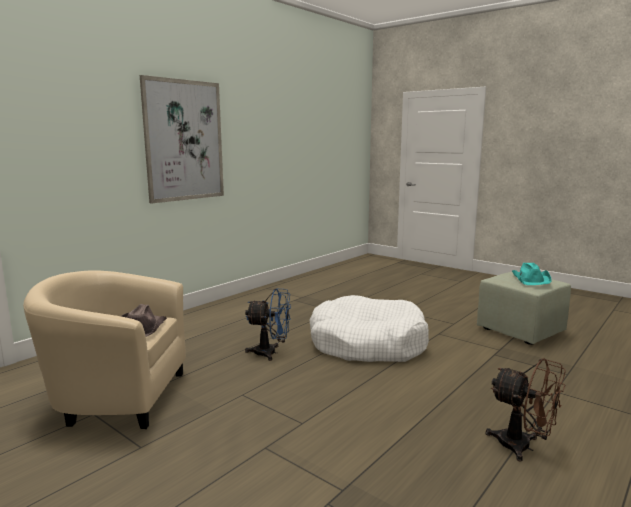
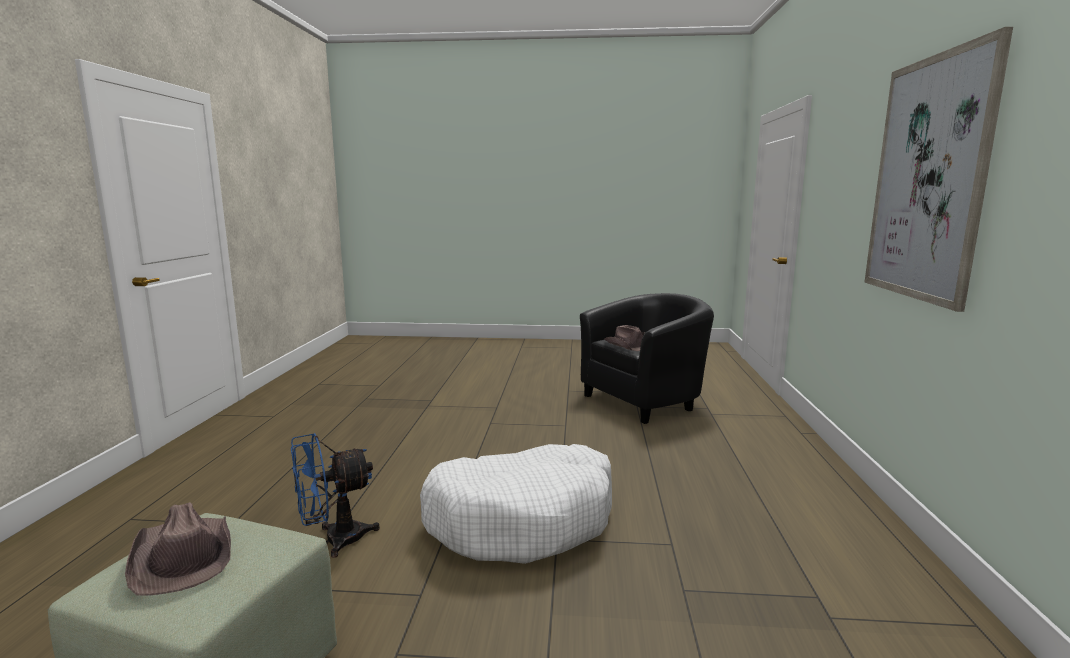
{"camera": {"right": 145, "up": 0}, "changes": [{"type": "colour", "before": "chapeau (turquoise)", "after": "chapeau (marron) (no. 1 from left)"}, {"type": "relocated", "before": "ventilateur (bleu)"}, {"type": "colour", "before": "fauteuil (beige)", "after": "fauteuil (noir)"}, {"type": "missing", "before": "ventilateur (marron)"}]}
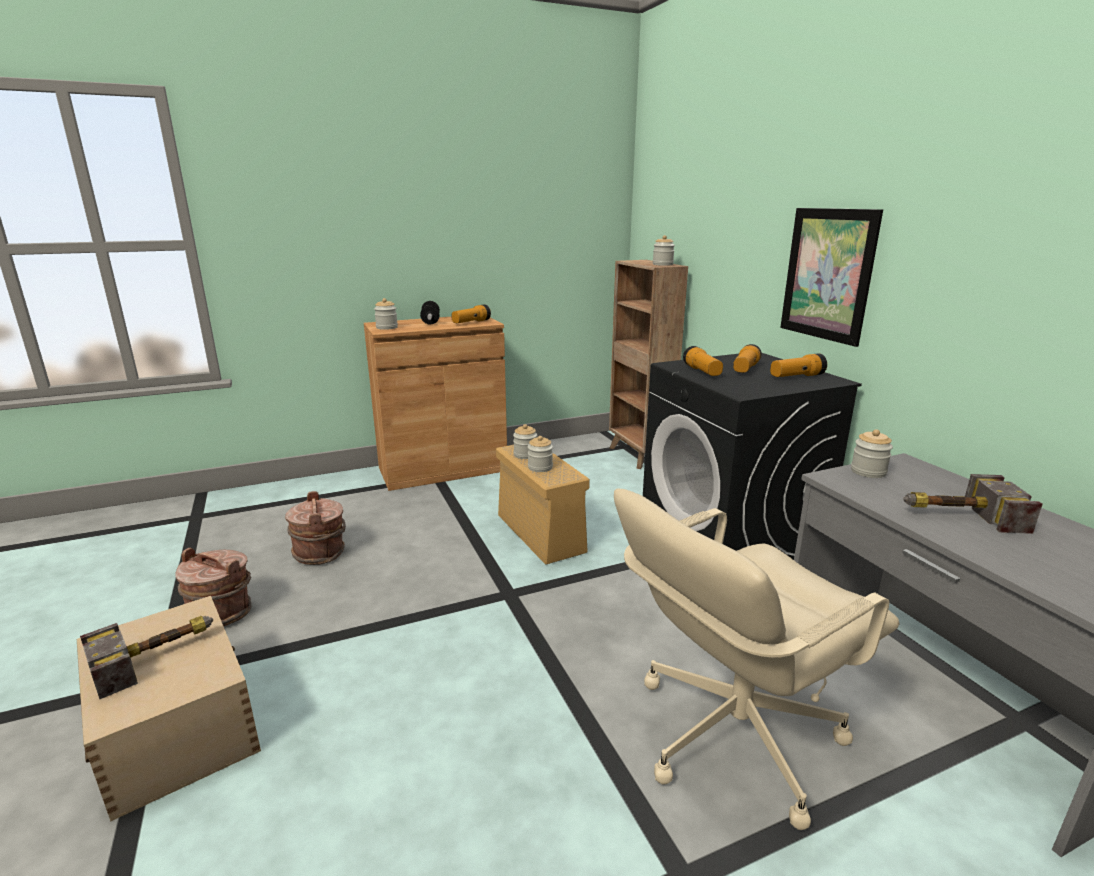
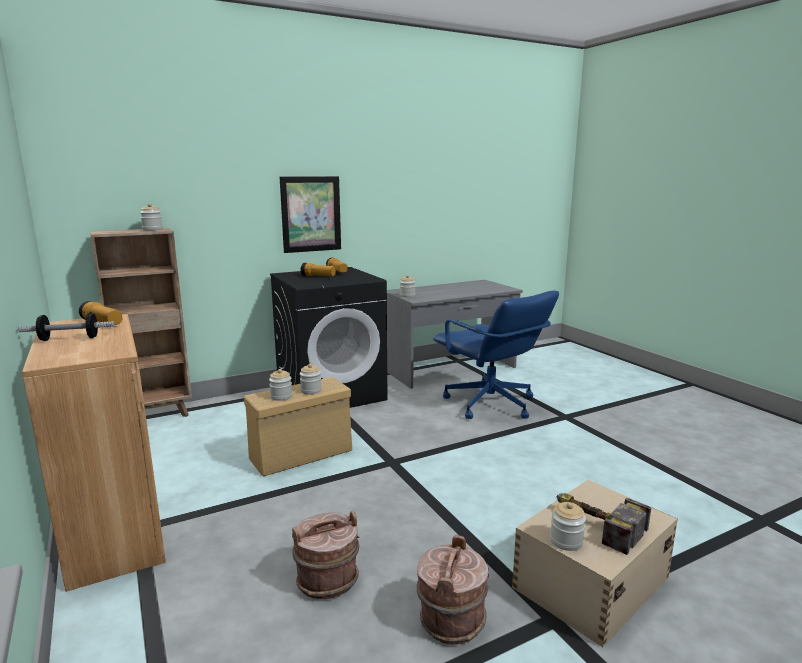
{"camera": {"right": -95, "up": -5}, "changes": [{"type": "colour", "before": "chaise de bureau (beige)", "after": "chaise de bureau (bleu)"}, {"type": "relocated", "before": "bocal (no. 1 from left in the first image)", "after": "bocal (no. 5 from left)"}, {"type": "missing", "before": "lampe de poche (no. 2 from left)"}, {"type": "missing", "before": "marteau (no. 2 from left)"}]}
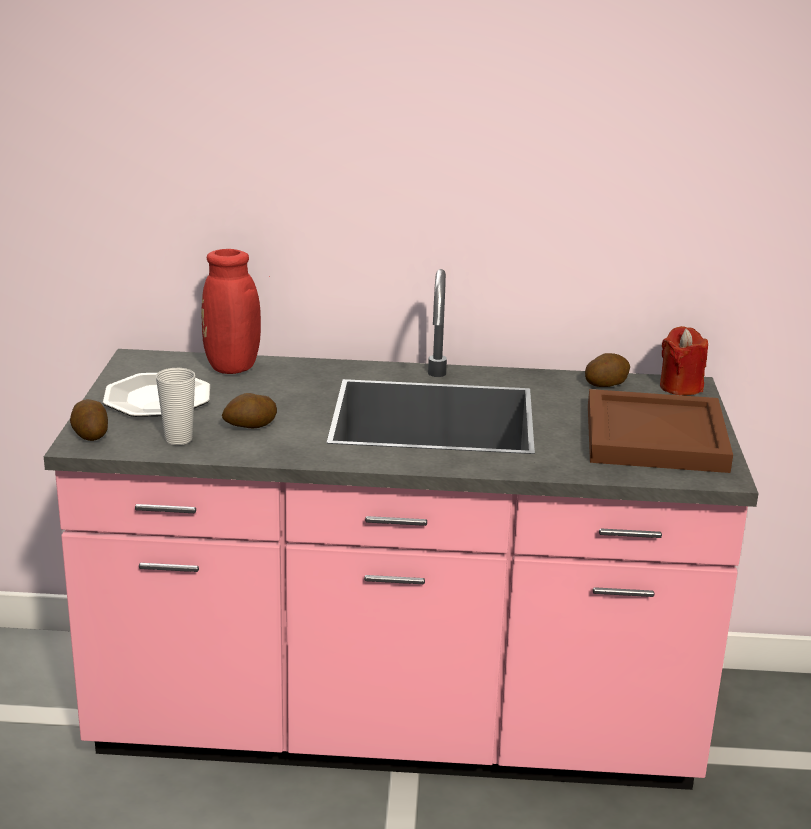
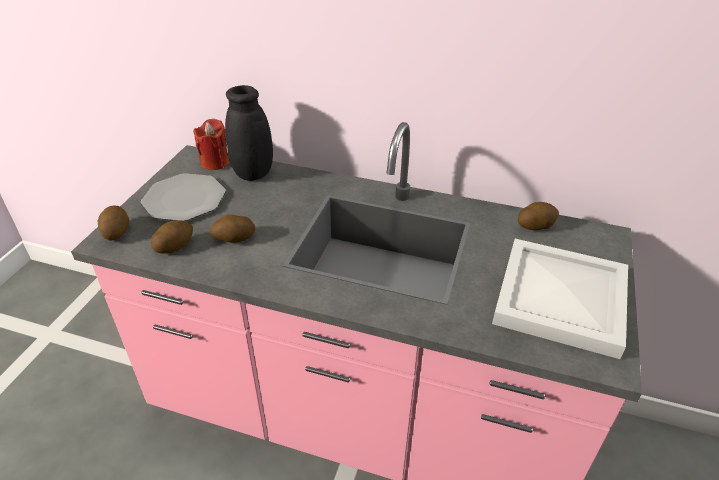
{"camera": {"right": 15, "up": 15}, "changes": [{"type": "exchanged", "before": "tasse", "after": "pomme de terre (no. 2 from left)"}, {"type": "relocated", "before": "bougie (rouge)"}, {"type": "colour", "before": "vase (rouge)", "after": "vase (noir)"}, {"type": "colour", "before": "plateau (marron)", "after": "plateau (blanc)"}]}
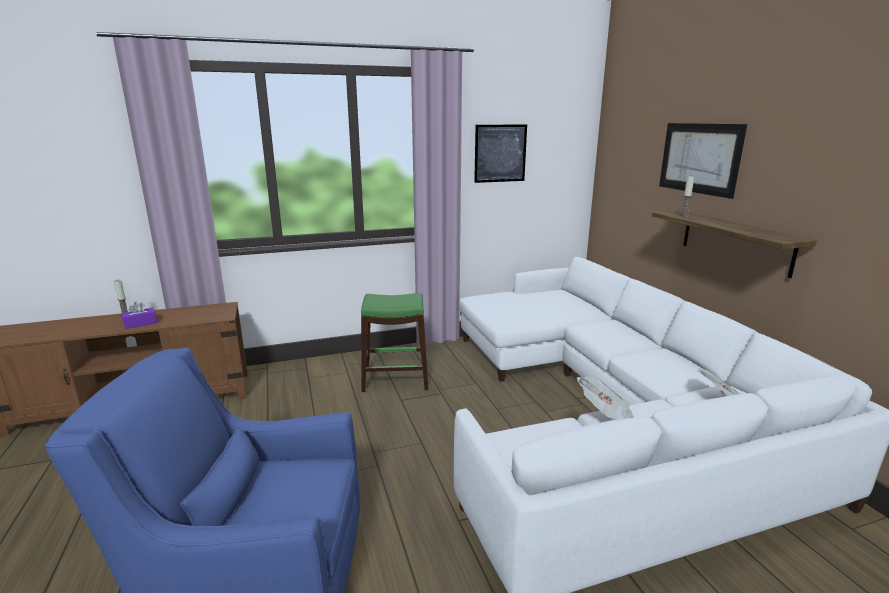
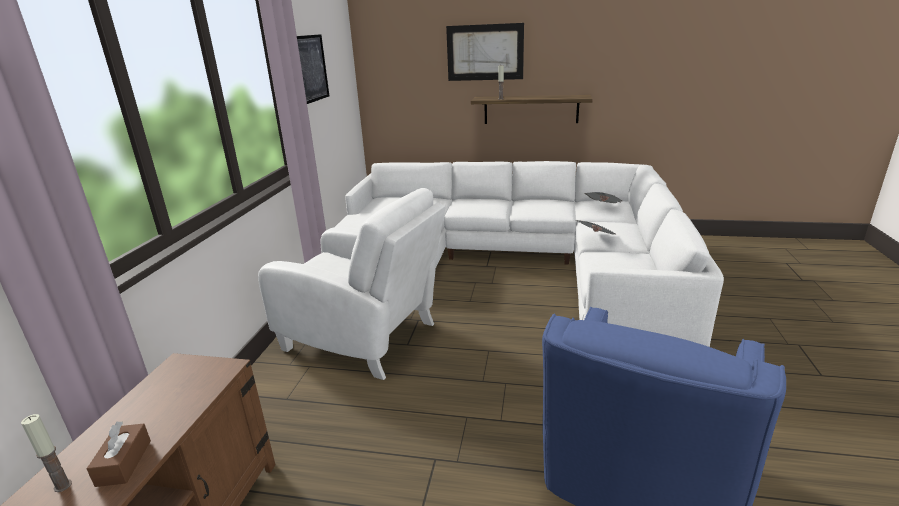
{"camera": {"right": -60, "up": 5}, "changes": [{"type": "colour", "before": "boîte à mouchoirs (violet)", "after": "boîte à mouchoirs (marron)"}, {"type": "exchanged", "before": "tabouret (vert)", "after": "fauteuil (blanc)"}]}
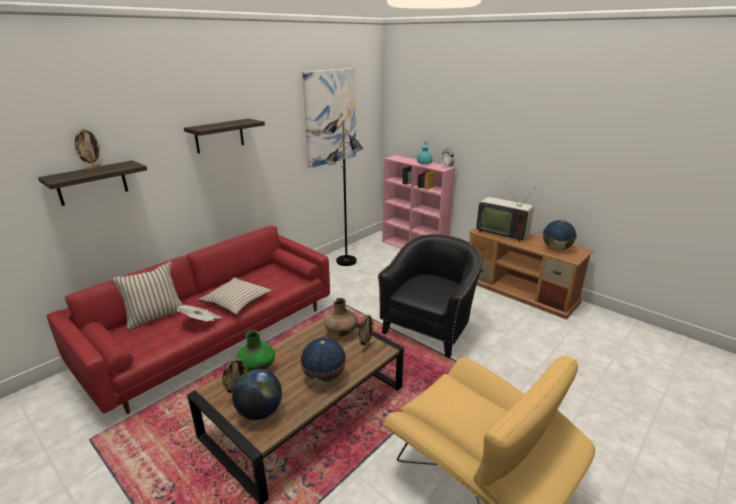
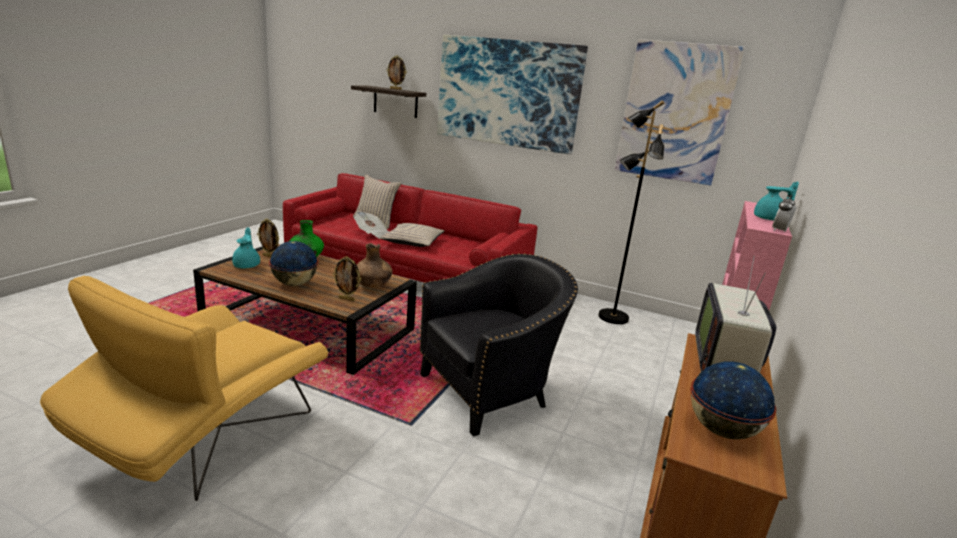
{"camera": {"right": 70, "up": -5}, "changes": [{"type": "exchanged", "before": "globe (no. 1 from left)", "after": "théière (turquoise) (no. 1 from left)"}, {"type": "spun", "before": "fauteuil (noir)", "turn": -45}, {"type": "exchanged", "before": "étagère (no. 2 from left)", "after": "tableau (no. 1 from left)"}]}
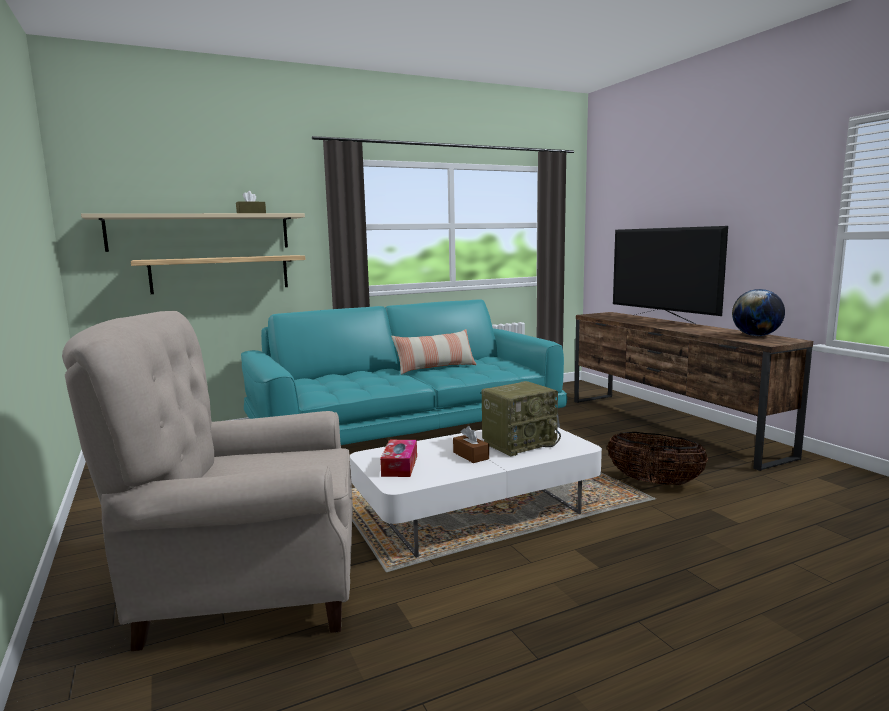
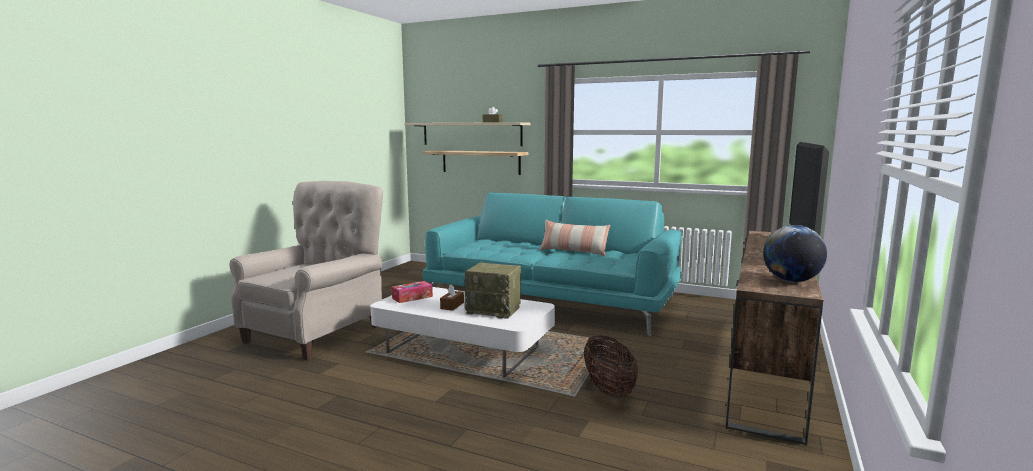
{"camera": {"right": 50, "up": 0}, "changes": [{"type": "spun", "before": "fauteuil (beige)", "turn": 75}]}
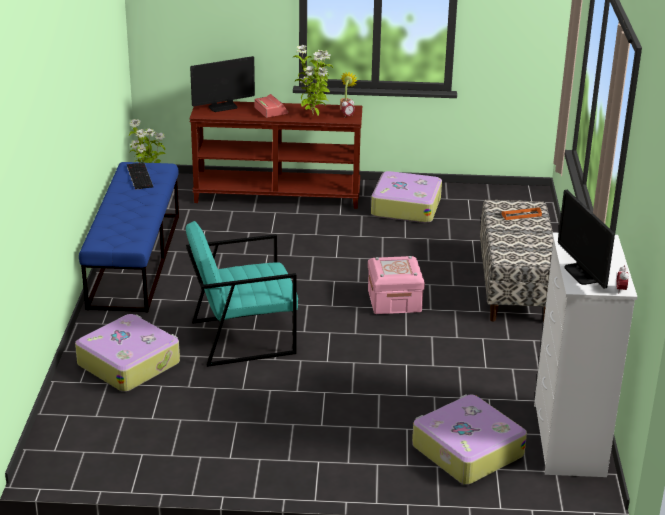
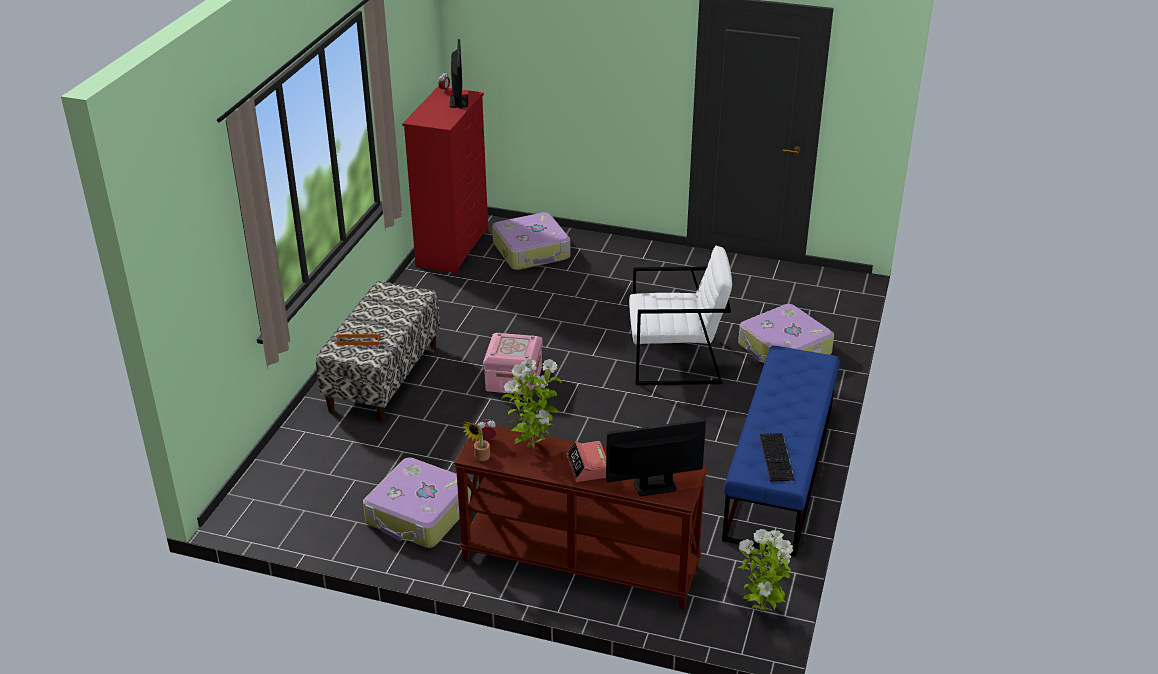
{"camera": {"right": -165, "up": 5}, "changes": [{"type": "colour", "before": "commode (blanc)", "after": "commode (rouge)"}, {"type": "colour", "before": "fauteuil (turquoise)", "after": "fauteuil (blanc)"}]}
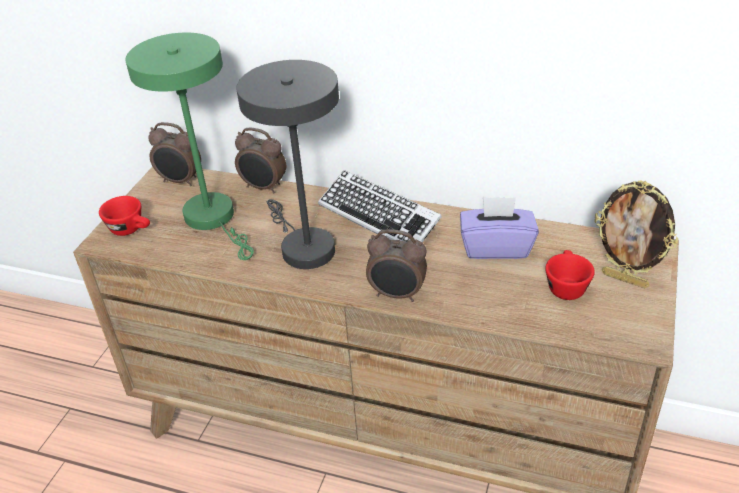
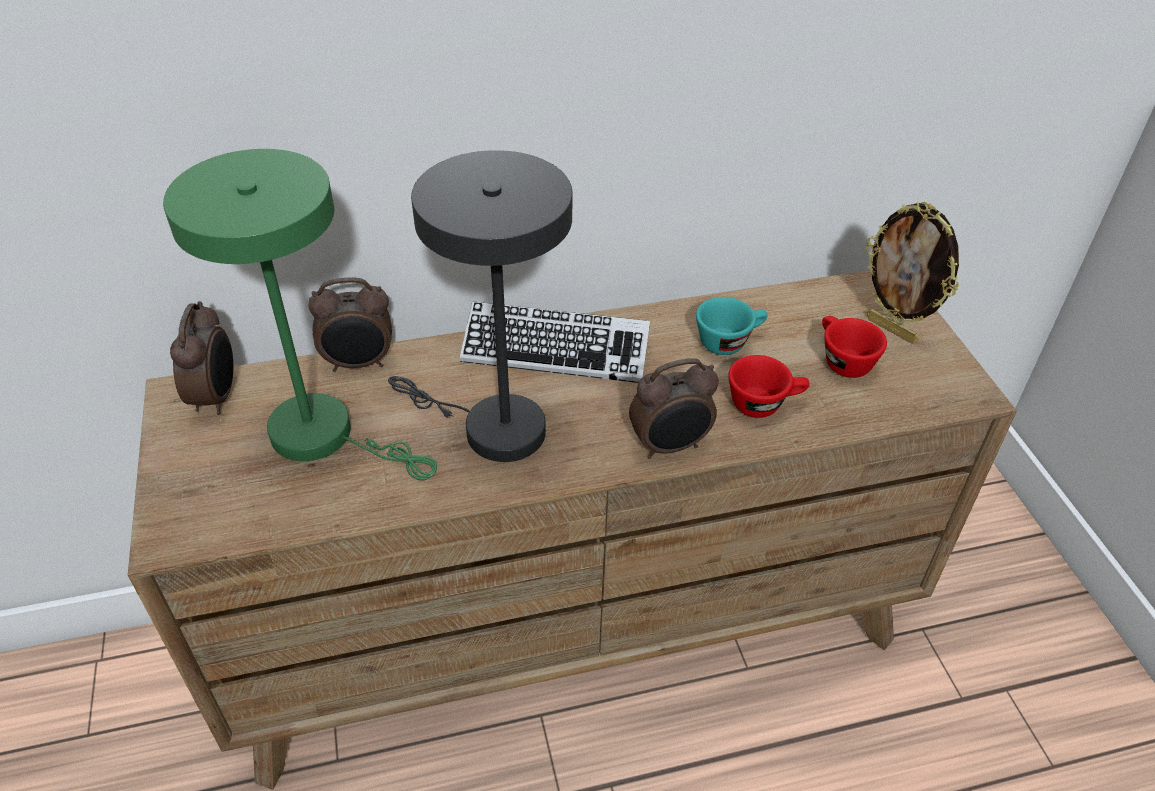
{"camera": {"right": -35, "up": 5}, "changes": [{"type": "spun", "before": "réveil (no. 1 from left)", "turn": -75}, {"type": "exchanged", "before": "boîte à mouchoirs (violet)", "after": "tasse (turquoise)"}, {"type": "relocated", "before": "tasse (rouge) (no. 1 from left)"}, {"type": "spun", "before": "cadre photo", "turn": 45}]}
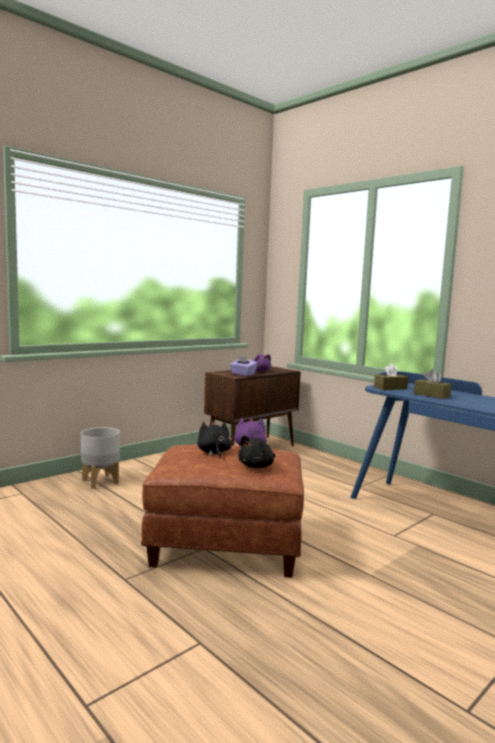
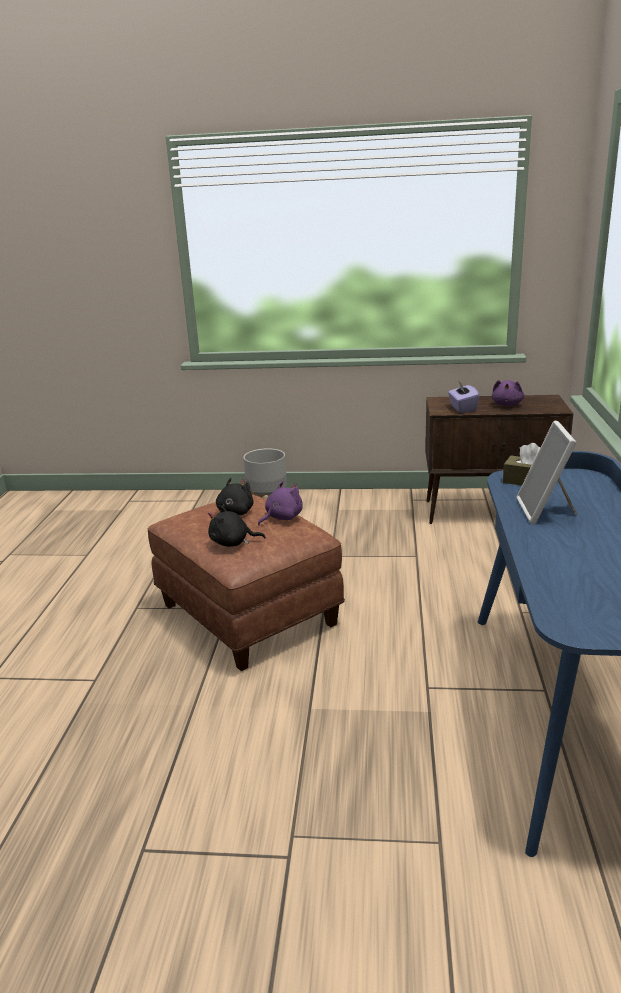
{"camera": {"right": 50, "up": 15}, "changes": [{"type": "exchanged", "before": "boîte à mouchoirs (marron) (no. 2 from left)", "after": "cadre photo"}]}
